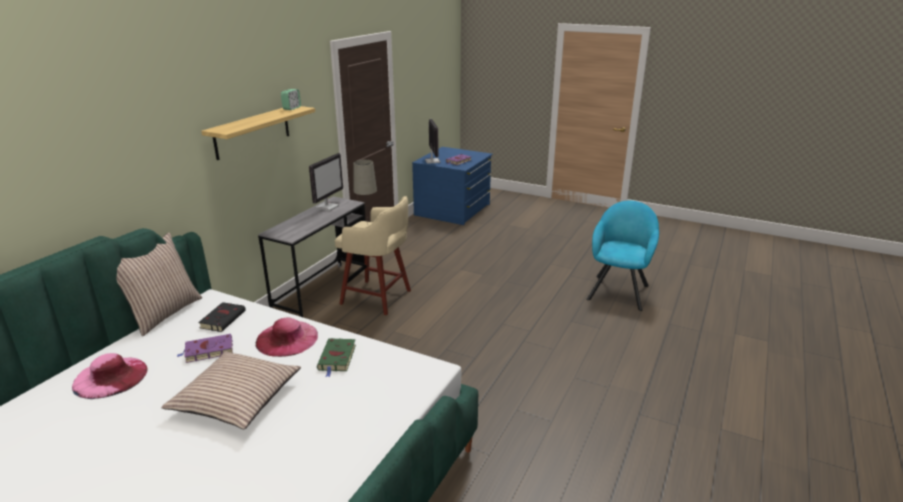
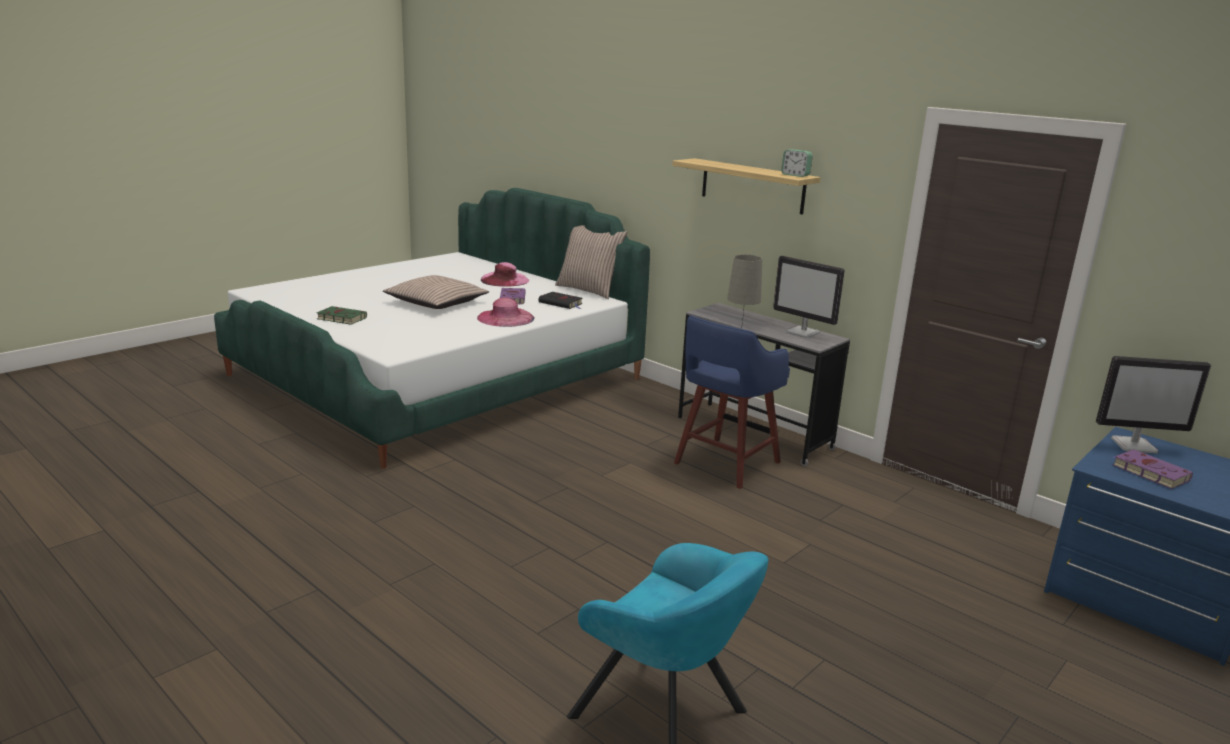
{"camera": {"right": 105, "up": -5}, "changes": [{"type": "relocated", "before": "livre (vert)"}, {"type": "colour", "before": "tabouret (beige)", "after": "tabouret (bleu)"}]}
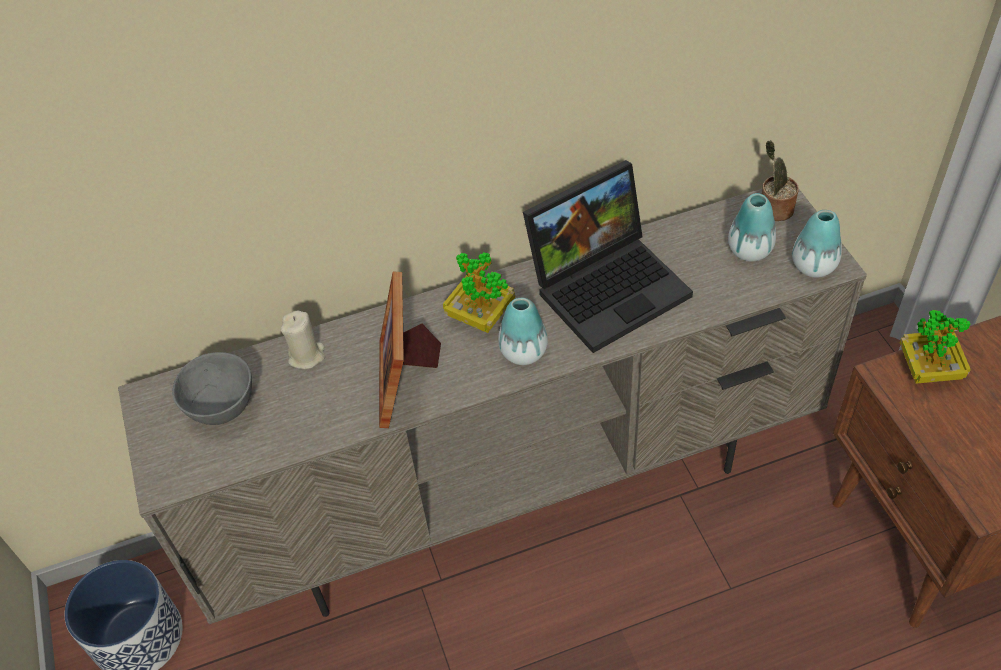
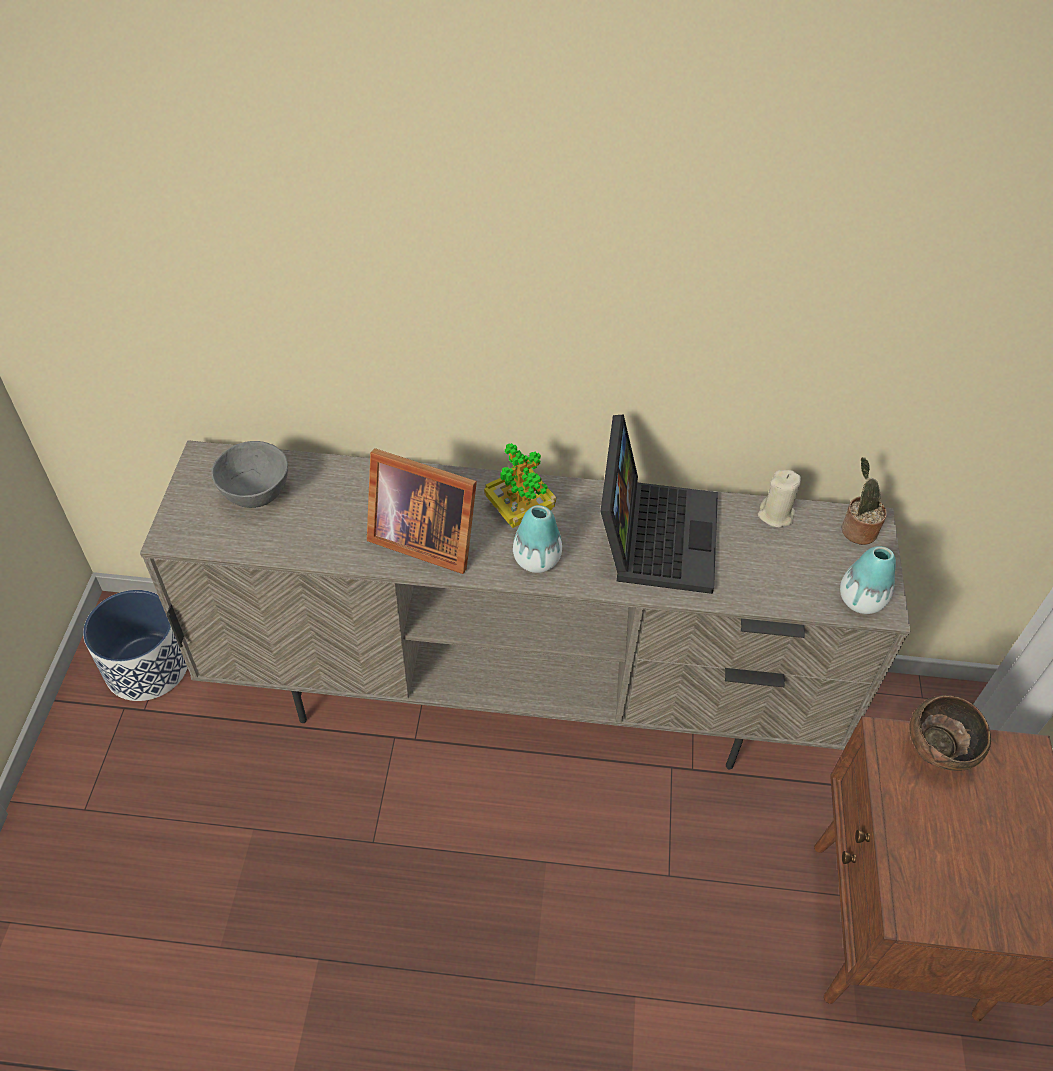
{"camera": {"right": 20, "up": 0}, "changes": [{"type": "spun", "before": "cadre photo", "turn": -90}, {"type": "spun", "before": "ordinateur portable", "turn": -75}, {"type": "relocated", "before": "bougie (beige)"}, {"type": "exchanged", "before": "plante en pot (no. 3 from left)", "after": "bol (marron)"}, {"type": "missing", "before": "vase (no. 2 from left)"}]}
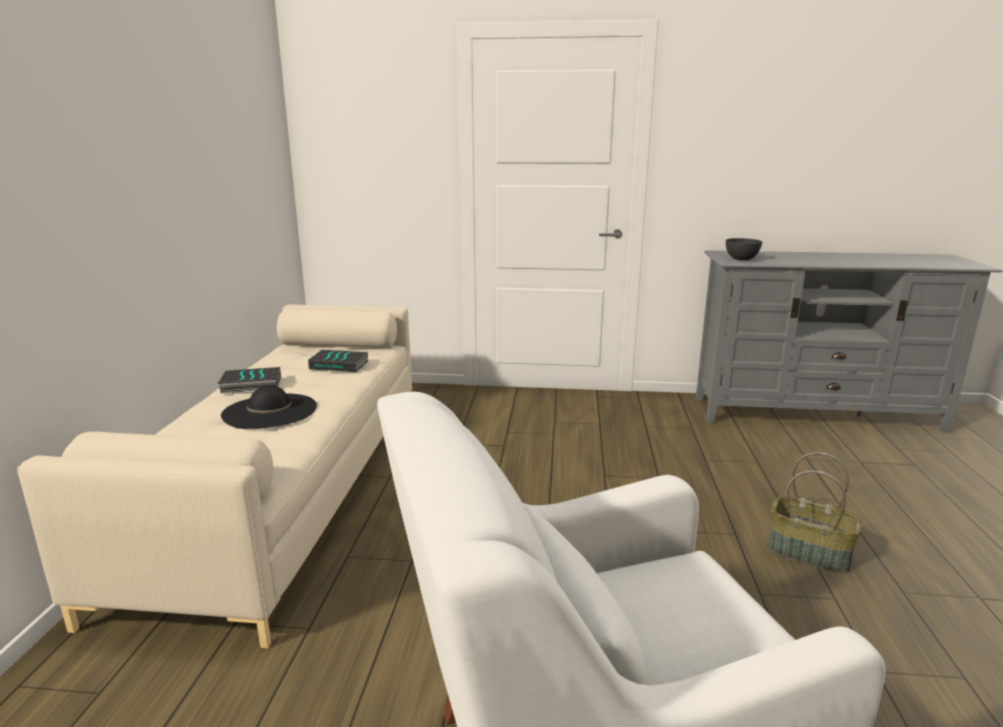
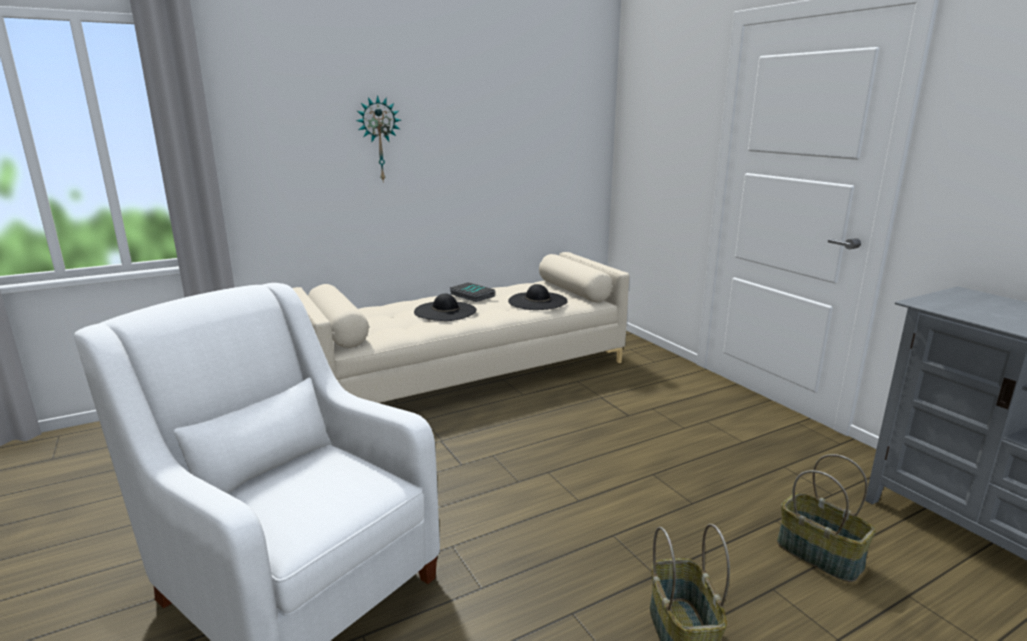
{"camera": {"right": 55, "up": 0}, "changes": [{"type": "appeared", "after": "horloge murale"}, {"type": "exchanged", "before": "livre (no. 2 from left)", "after": "chapeau (noir) (no. 2 from left)"}, {"type": "appeared", "after": "panier (no. 2 from left)"}, {"type": "missing", "before": "bol (gris)"}]}
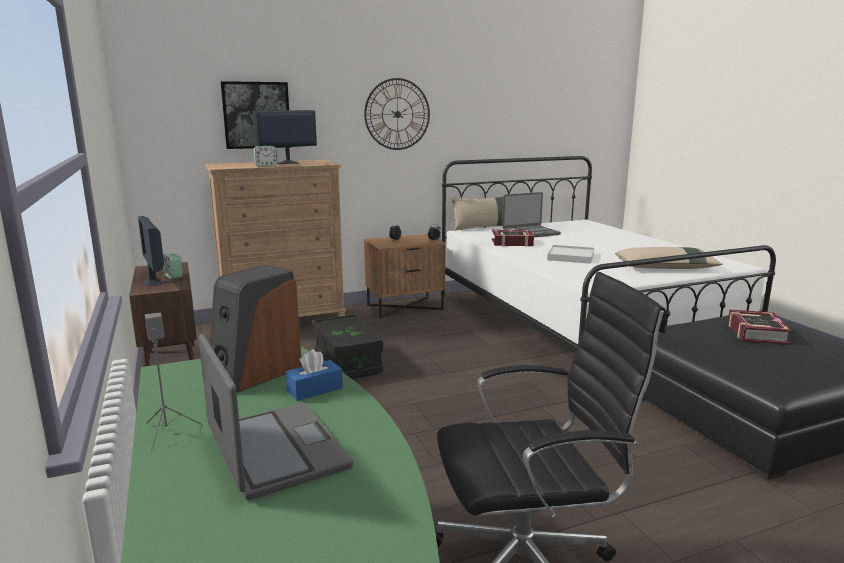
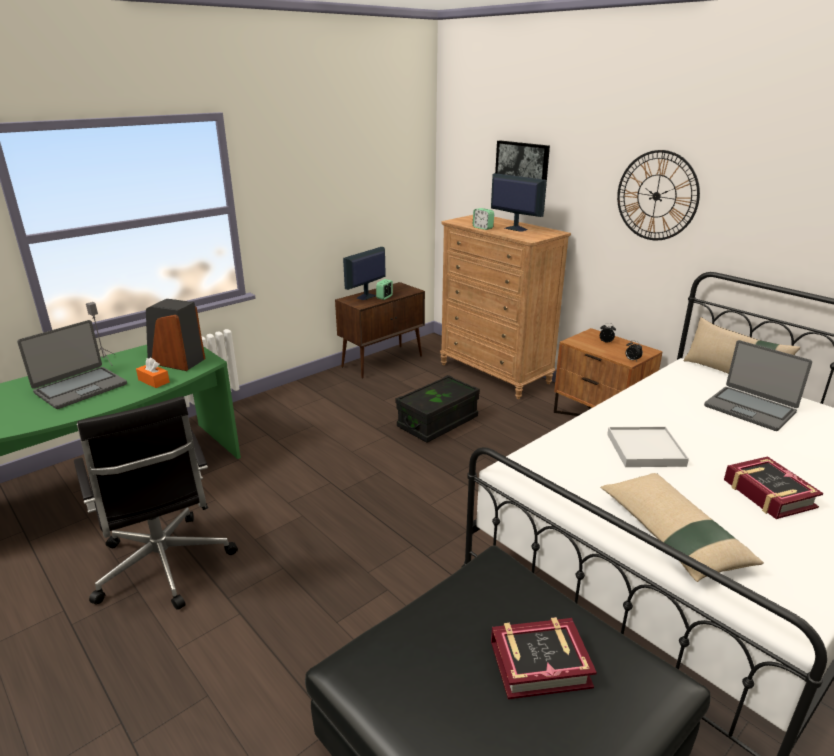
{"camera": {"right": 70, "up": 10}, "changes": [{"type": "colour", "before": "boîte à mouchoirs (bleu)", "after": "boîte à mouchoirs (orange)"}, {"type": "relocated", "before": "livre (no. 1 from left in the first image)", "after": "livre (no. 2 from left)"}]}
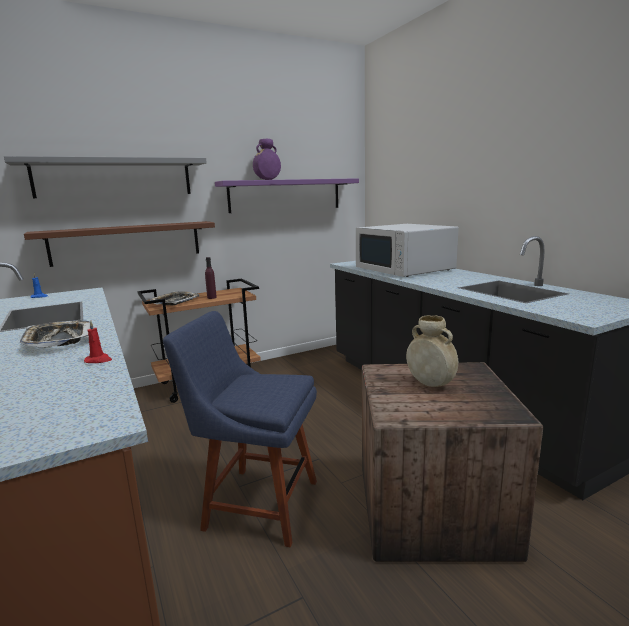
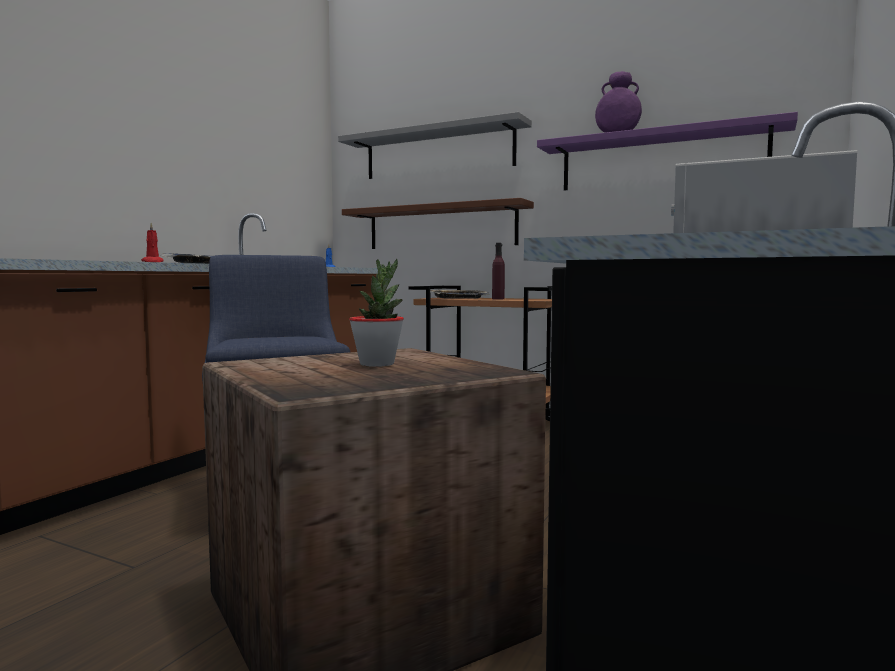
{"camera": {"right": 55, "up": -10}, "changes": [{"type": "exchanged", "before": "vase (beige)", "after": "plante en pot"}]}
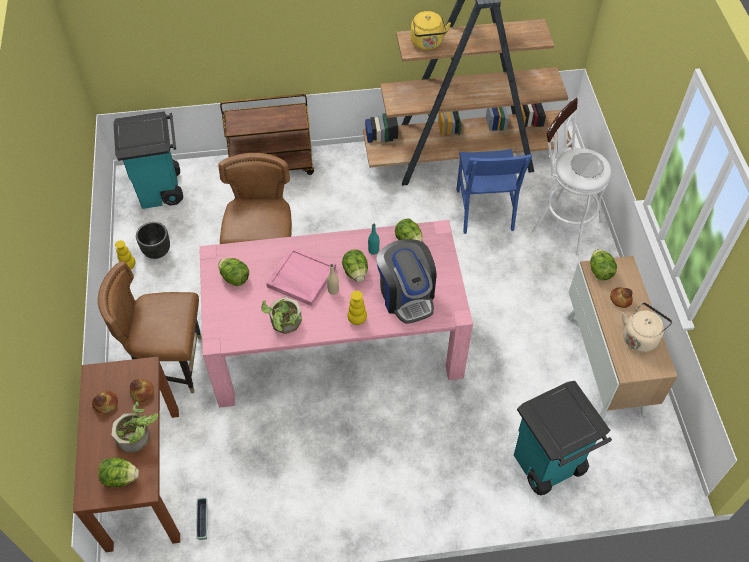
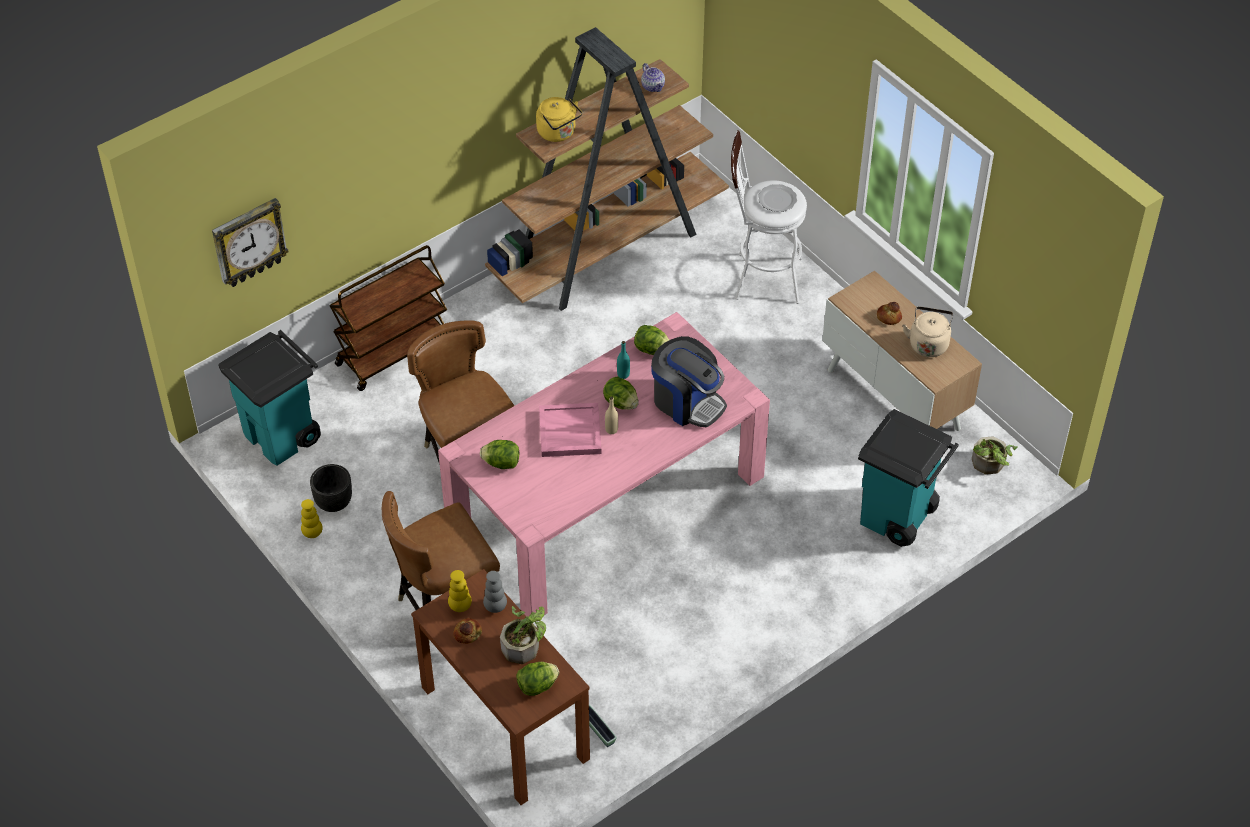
{"camera": {"right": -30, "up": -5}, "changes": [{"type": "appeared", "after": "horloge murale"}, {"type": "relocated", "before": "vase (jaune) (no. 2 from left)"}, {"type": "exchanged", "before": "pain (no. 2 from left)", "after": "vase (gris)"}, {"type": "appeared", "after": "théière"}, {"type": "relocated", "before": "plante en pot (no. 2 from left)"}, {"type": "missing", "before": "chaise (bleu)"}, {"type": "missing", "before": "laitue (no. 5 from left)"}]}
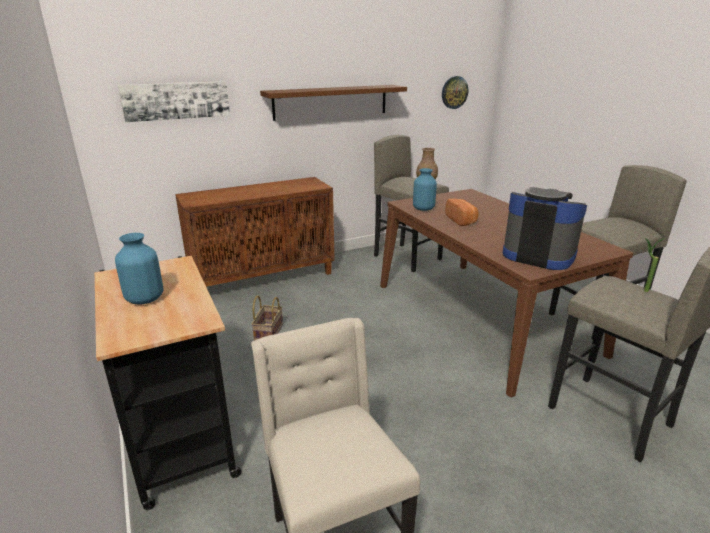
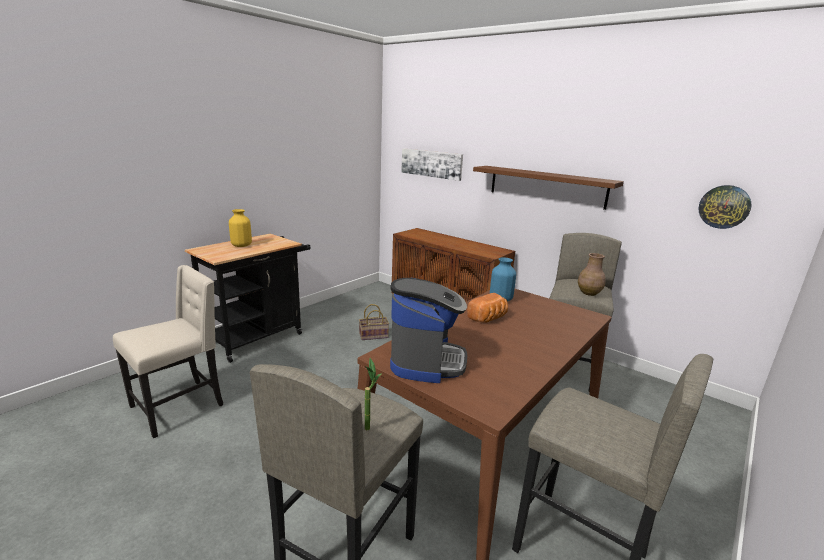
{"camera": {"right": 65, "up": -5}, "changes": [{"type": "colour", "before": "vase (bleu) (no. 1 from left)", "after": "vase (jaune)"}]}
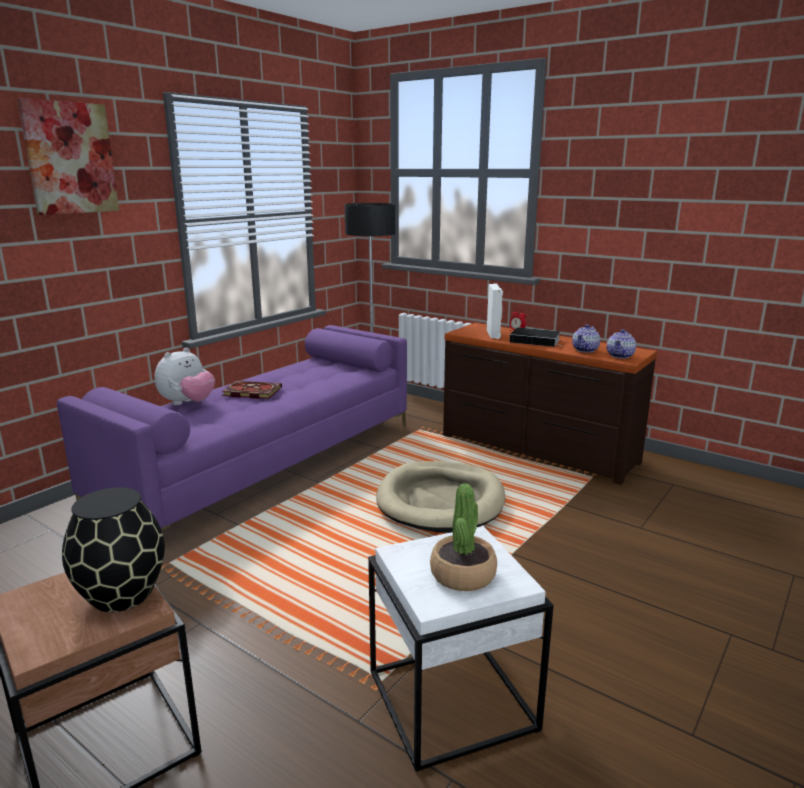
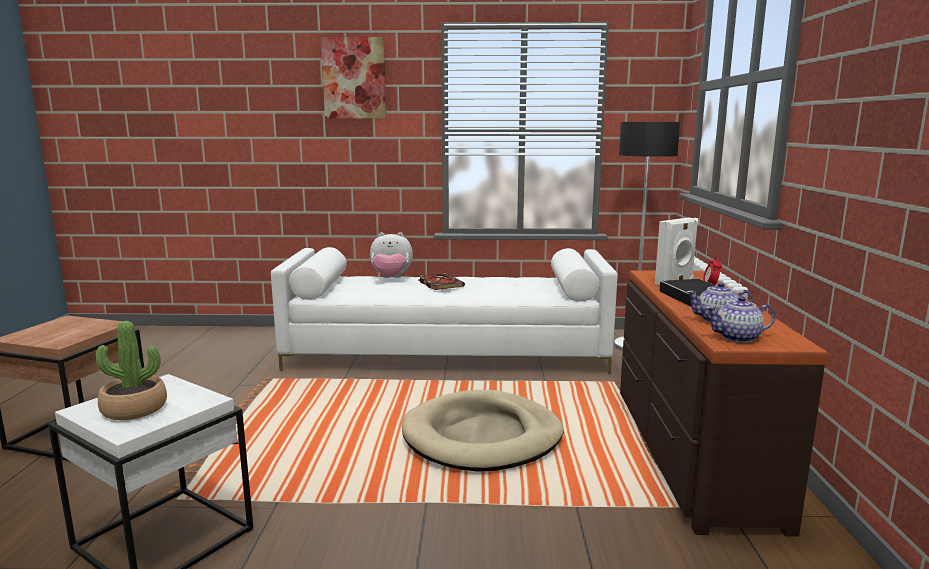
{"camera": {"right": 55, "up": -5}, "changes": [{"type": "colour", "before": "canapé (violet)", "after": "canapé (blanc)"}, {"type": "missing", "before": "vase (noir)"}]}
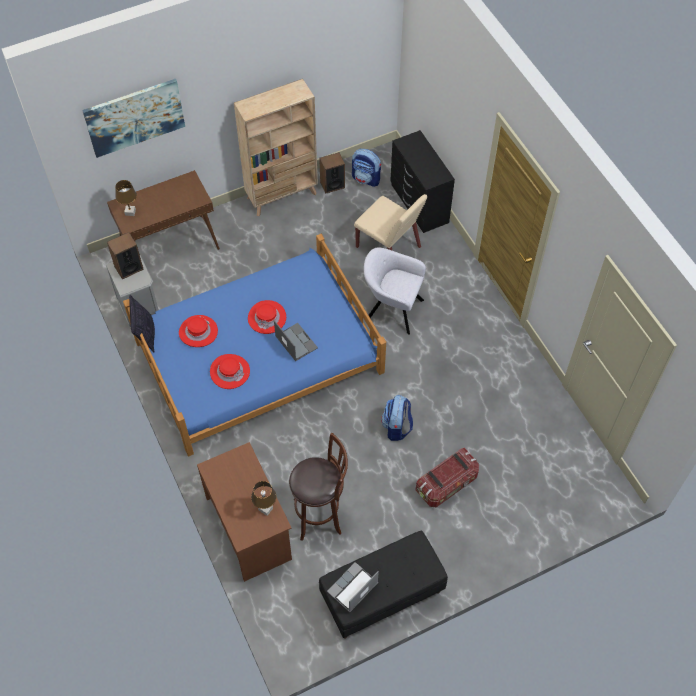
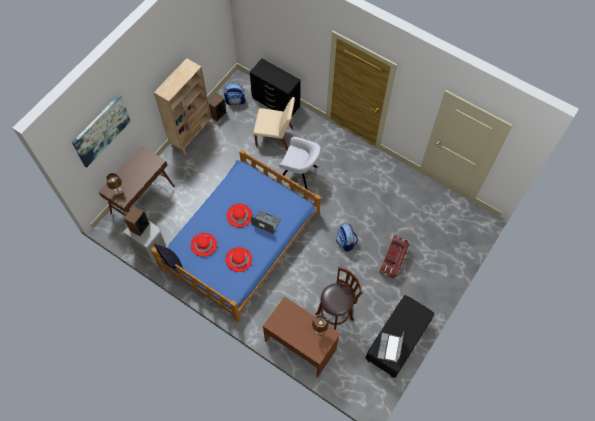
{"camera": {"right": -30, "up": 5}, "changes": [{"type": "spun", "before": "fauteuil (gris)", "turn": -150}]}
